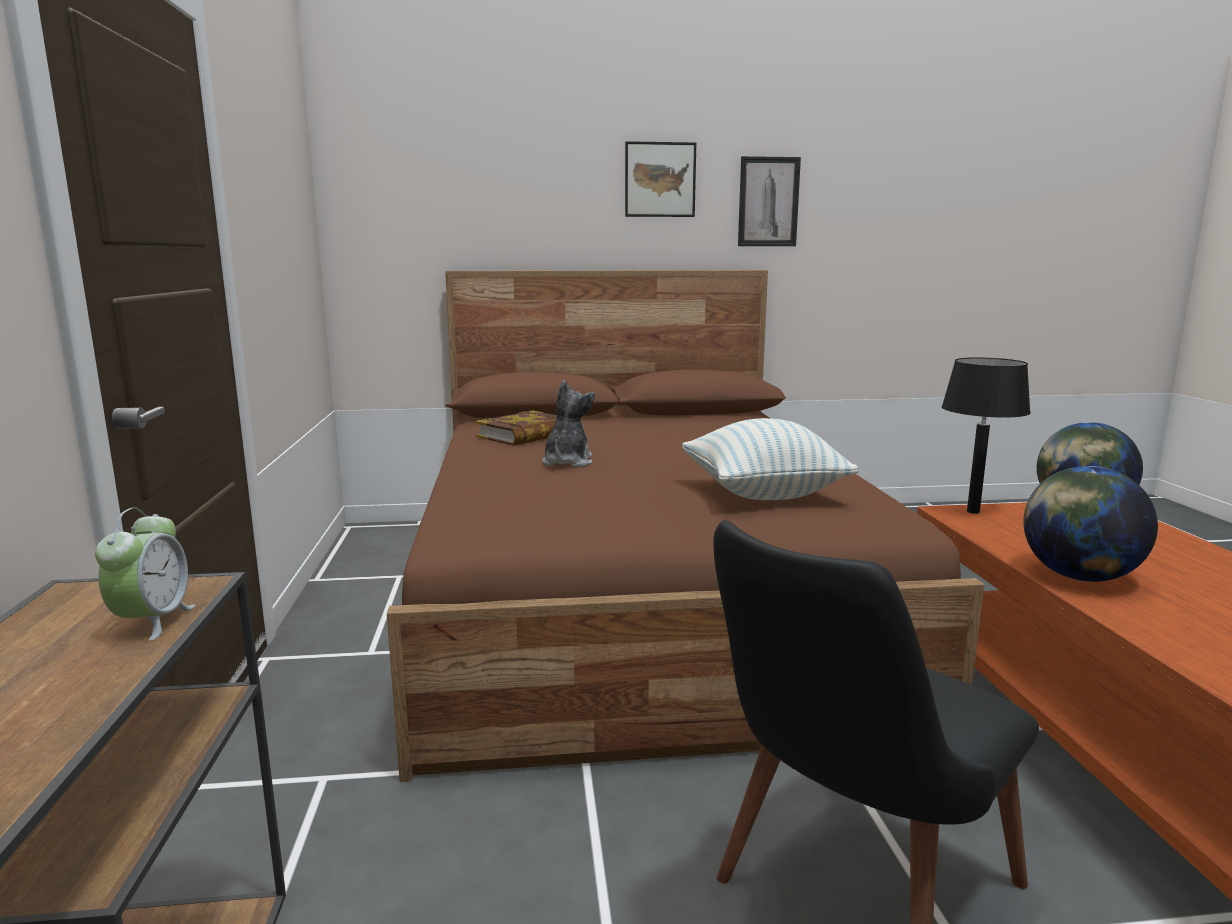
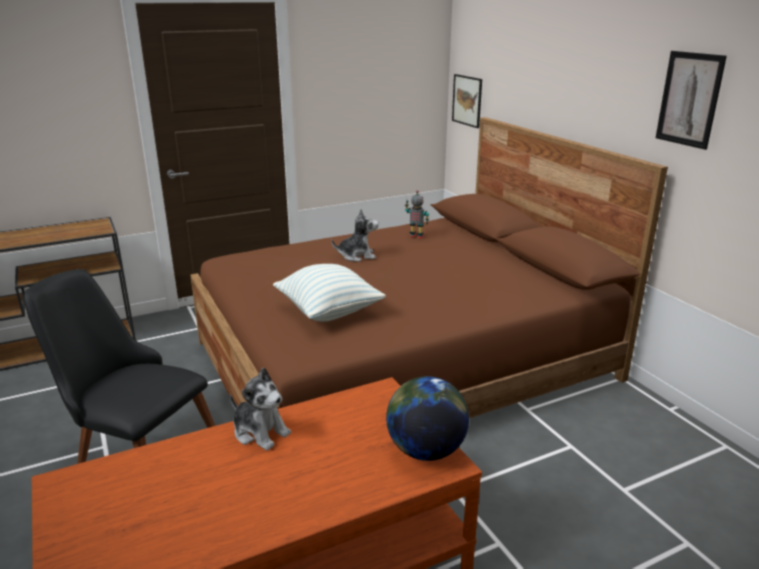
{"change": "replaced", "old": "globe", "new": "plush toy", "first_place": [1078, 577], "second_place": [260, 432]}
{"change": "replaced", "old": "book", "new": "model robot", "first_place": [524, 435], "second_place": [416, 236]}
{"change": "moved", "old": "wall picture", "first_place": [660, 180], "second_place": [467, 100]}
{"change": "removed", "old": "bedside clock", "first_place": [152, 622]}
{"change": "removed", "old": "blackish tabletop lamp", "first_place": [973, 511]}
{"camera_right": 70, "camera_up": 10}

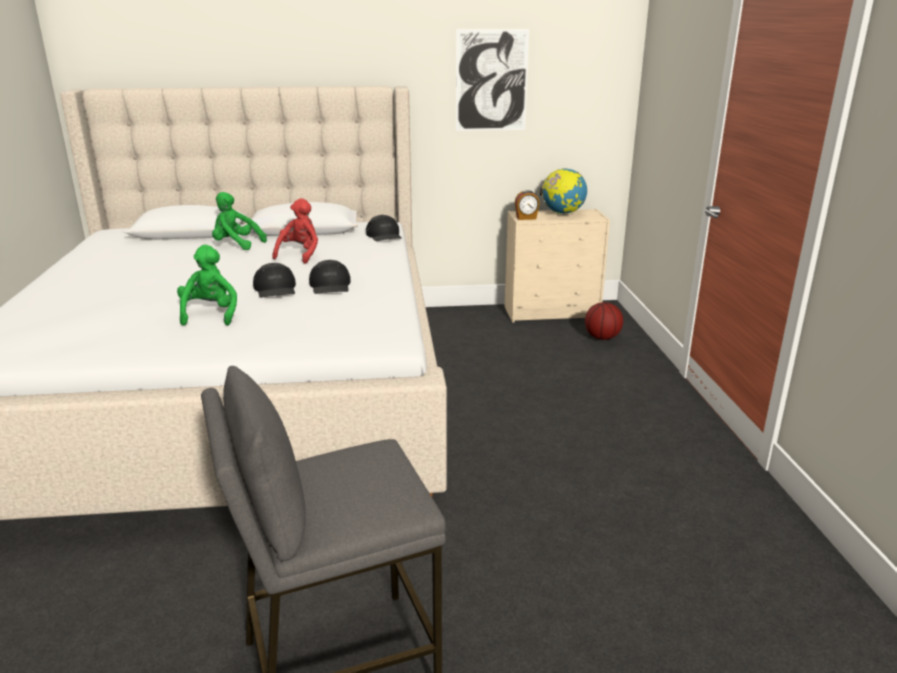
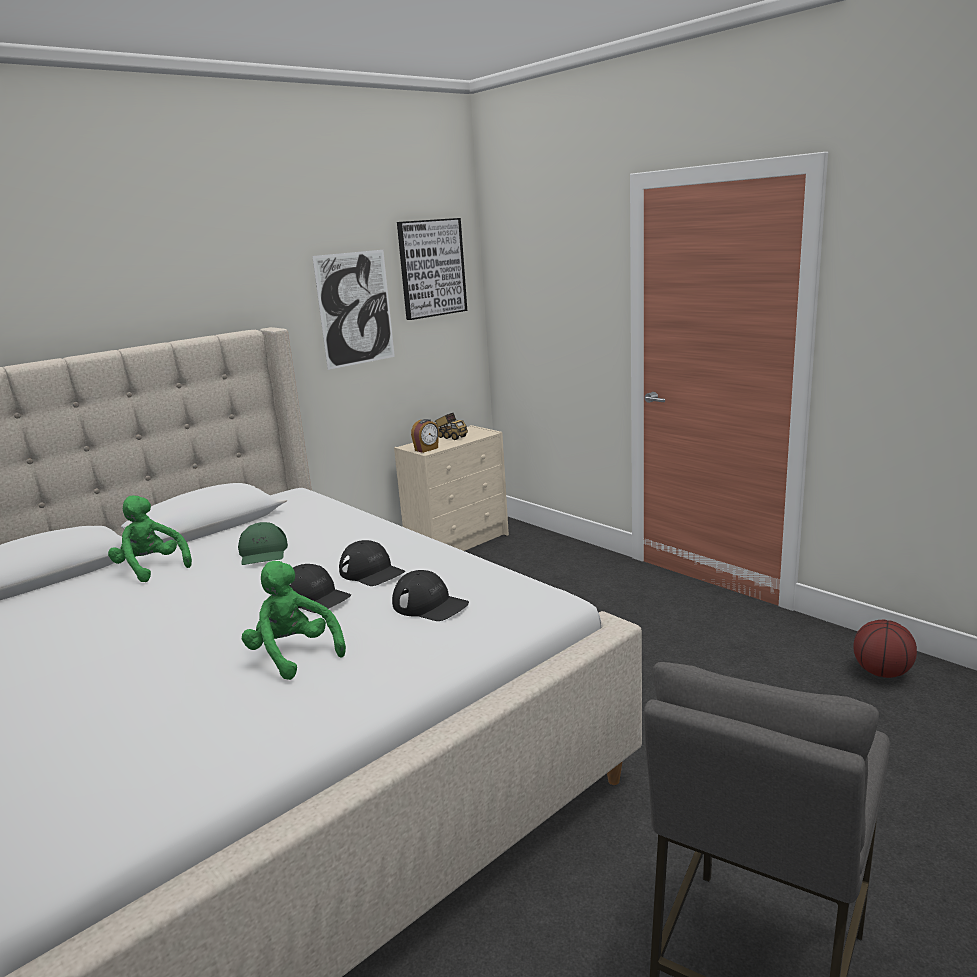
{"change": "turned", "old": "green-coloured plush toy", "first_place": [236, 245], "second_place": [151, 568], "degrees": 60}
{"change": "replaced", "old": "red plush toy", "new": "green-coloured peaked cap", "first_place": [300, 255], "second_place": [263, 553]}
{"change": "moved", "old": "blackish peaked cap", "first_place": [384, 235], "second_place": [430, 605]}
{"change": "added", "new": "wall picture", "second_place": [431, 268]}
{"change": "replaced", "old": "globe", "new": "toy lorry", "first_place": [562, 214], "second_place": [451, 437]}
{"change": "moved", "old": "basketball ball", "first_place": [602, 338], "second_place": [882, 672]}
{"camera_right": -35, "camera_up": -5}

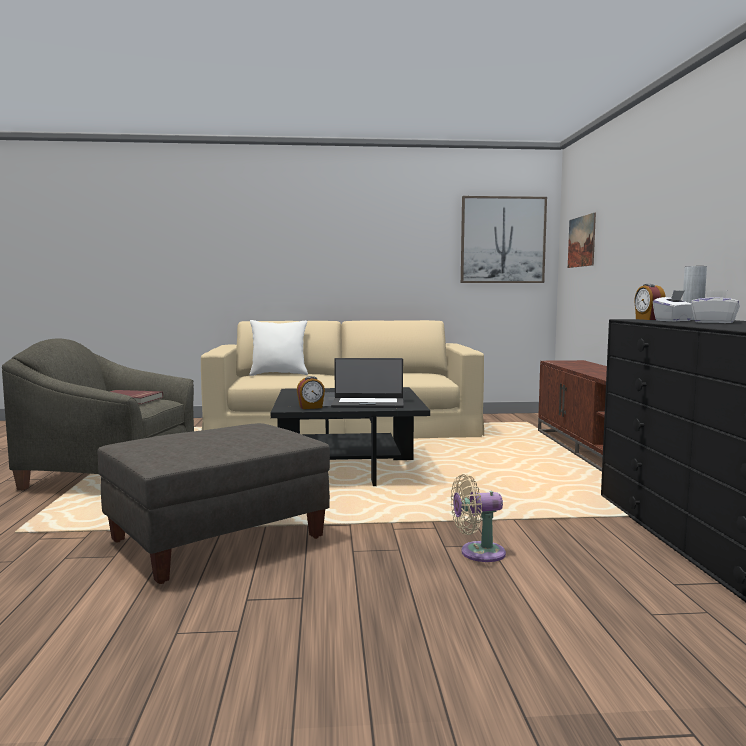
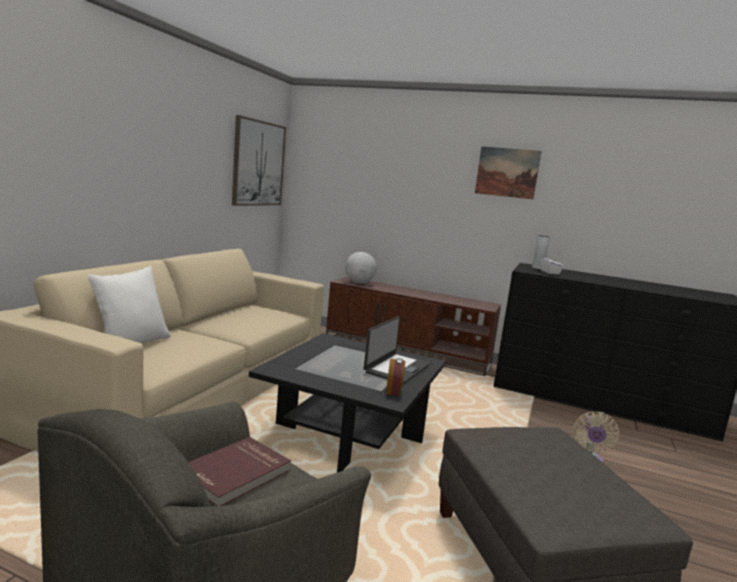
{"change": "added", "new": "globe", "second_place": [359, 283]}
{"change": "moved", "old": "wall picture", "first_place": [581, 241], "second_place": [507, 172]}
{"change": "removed", "old": "bedside clock", "first_place": [648, 319]}
{"change": "removed", "old": "whitish tissue box", "first_place": [714, 322]}
{"camera_right": -65, "camera_up": 5}

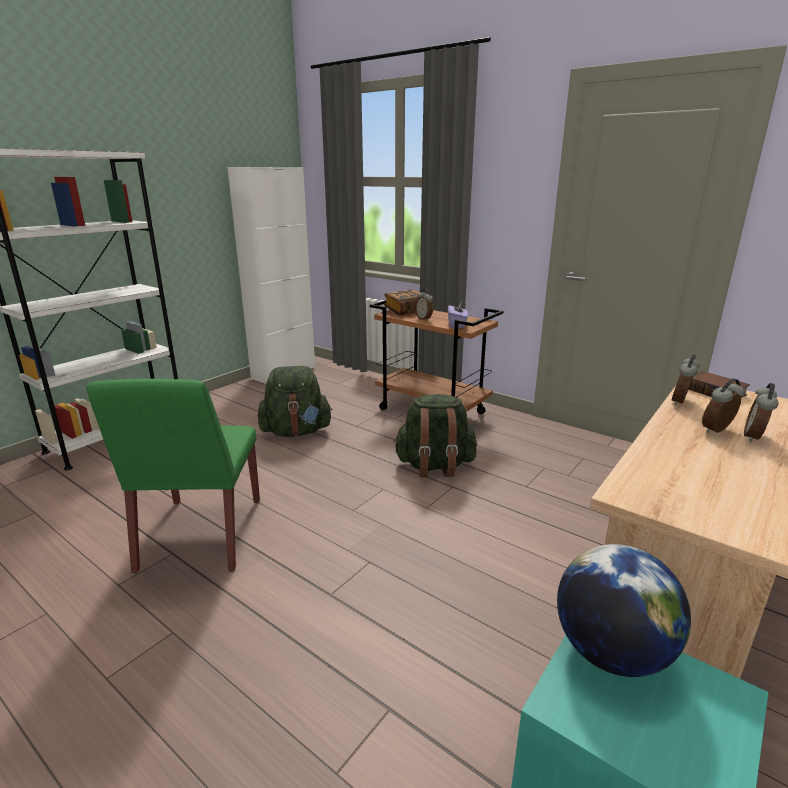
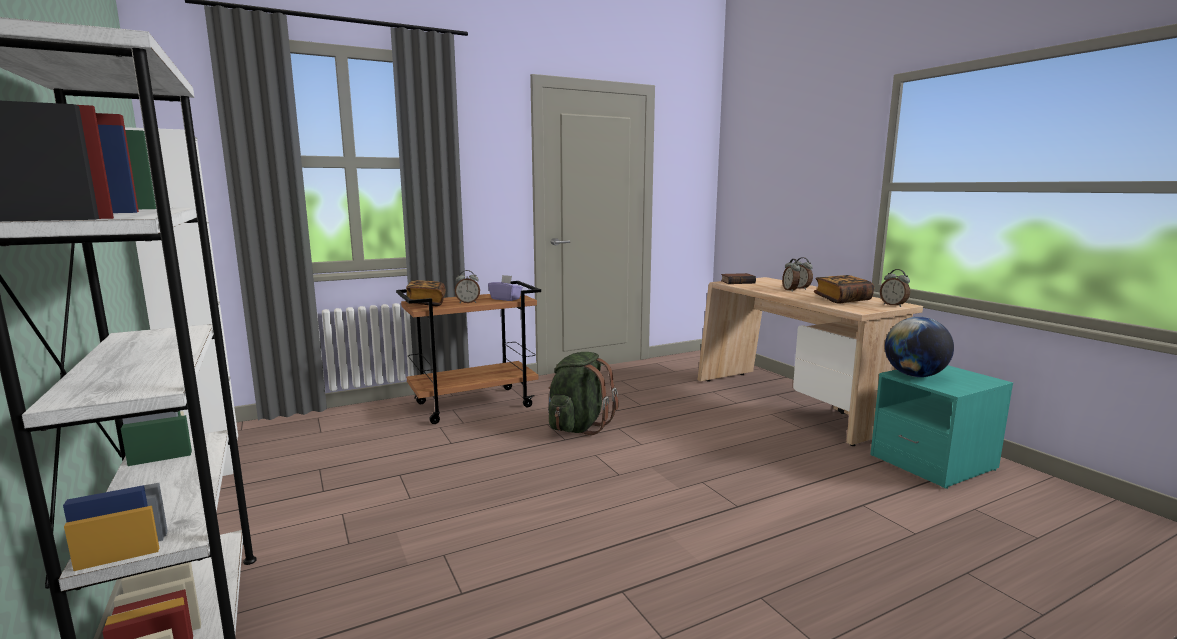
{"change": "added", "new": "book", "second_place": [842, 300]}
{"change": "moved", "old": "bedside clock", "first_place": [681, 402], "second_place": [893, 305]}
{"change": "removed", "old": "green-coloured plain chair", "first_place": [201, 535]}
{"change": "removed", "old": "green-coloured backpack", "first_place": [296, 432]}
{"camera_right": -65, "camera_up": -10}

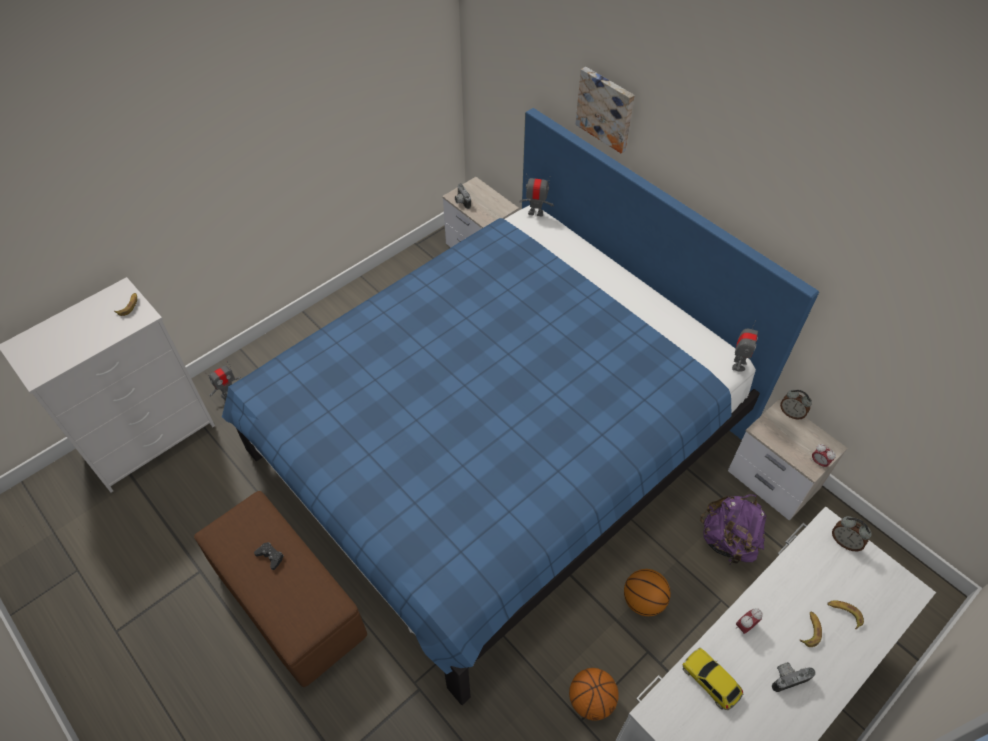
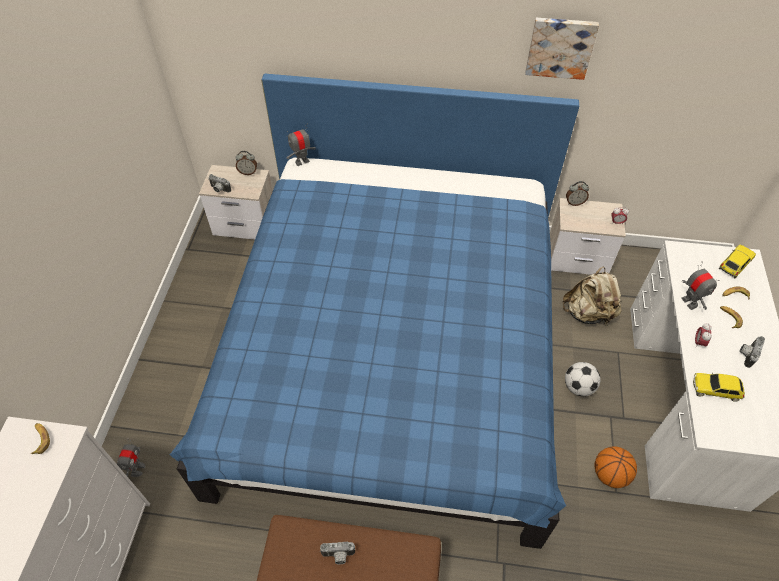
{"change": "moved", "old": "bedside clock", "first_place": [844, 542], "second_place": [248, 172]}
{"change": "replaced", "old": "blackish game controller", "new": "photo camera", "first_place": [270, 556], "second_place": [338, 556]}
{"change": "moved", "old": "wall picture", "first_place": [606, 108], "second_place": [560, 47]}
{"change": "recoloured", "old": "purple-coloured backpack", "new": "beige backpack", "first_place": [728, 541], "second_place": [588, 313]}
{"change": "replaced", "old": "basketball ball", "new": "football ball", "first_place": [643, 600], "second_place": [578, 387]}
{"change": "moved", "old": "model robot", "first_place": [738, 364], "second_place": [689, 302]}
{"change": "added", "new": "model car", "second_place": [734, 265]}
{"camera_right": -40, "camera_up": 0}

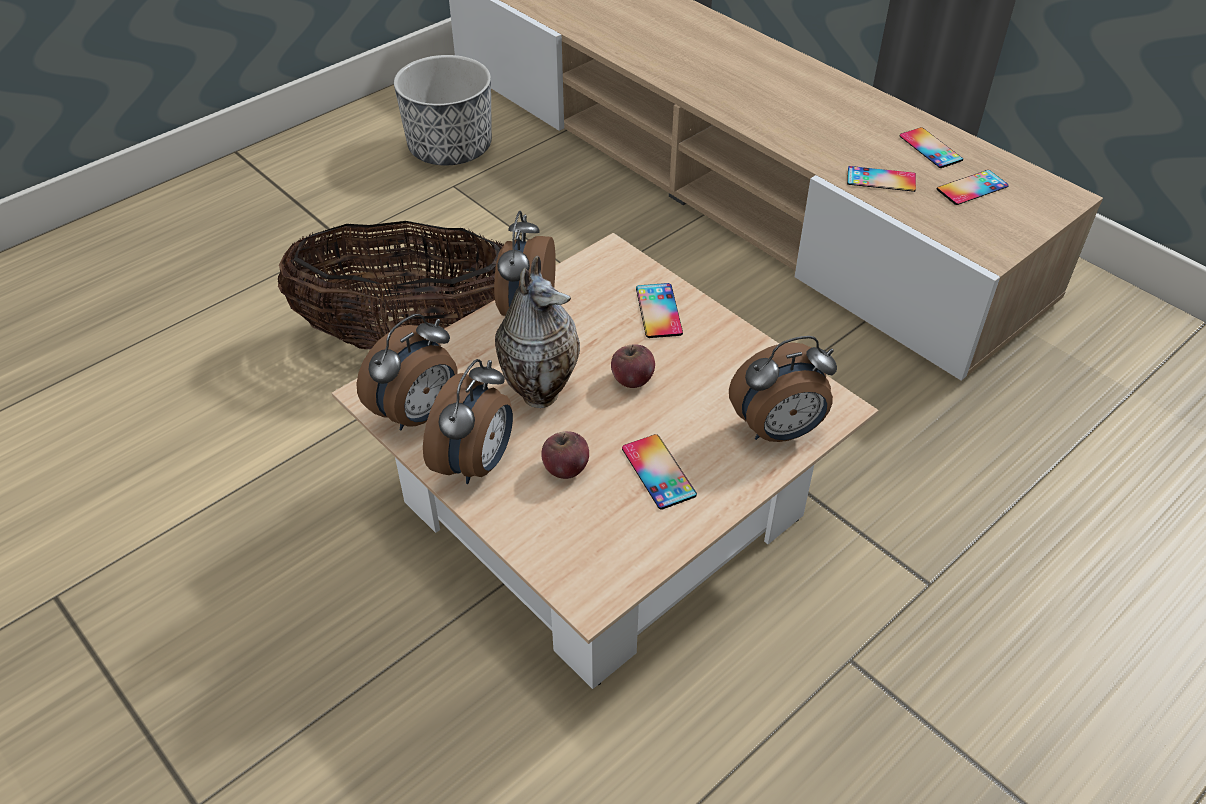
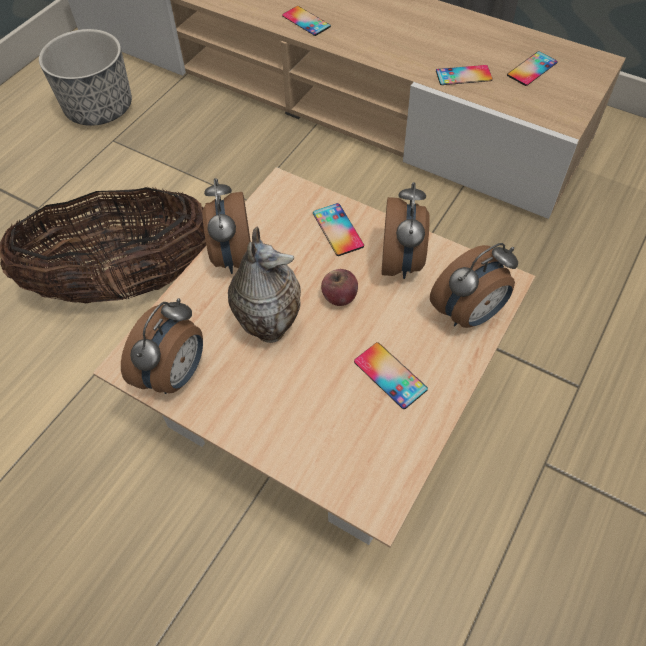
{"change": "moved", "old": "phone", "first_place": [930, 148], "second_place": [306, 21]}
{"change": "moved", "old": "bedside clock", "first_place": [476, 463], "second_place": [402, 262]}
{"change": "removed", "old": "apple", "first_place": [565, 468]}
{"camera_right": -15, "camera_up": 10}

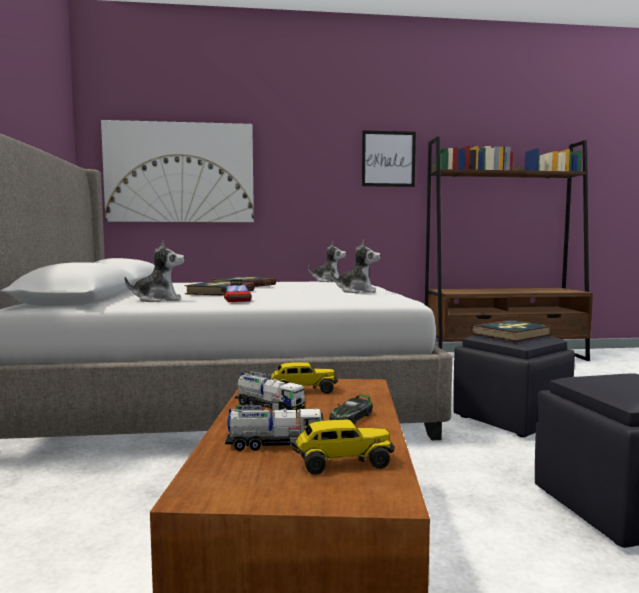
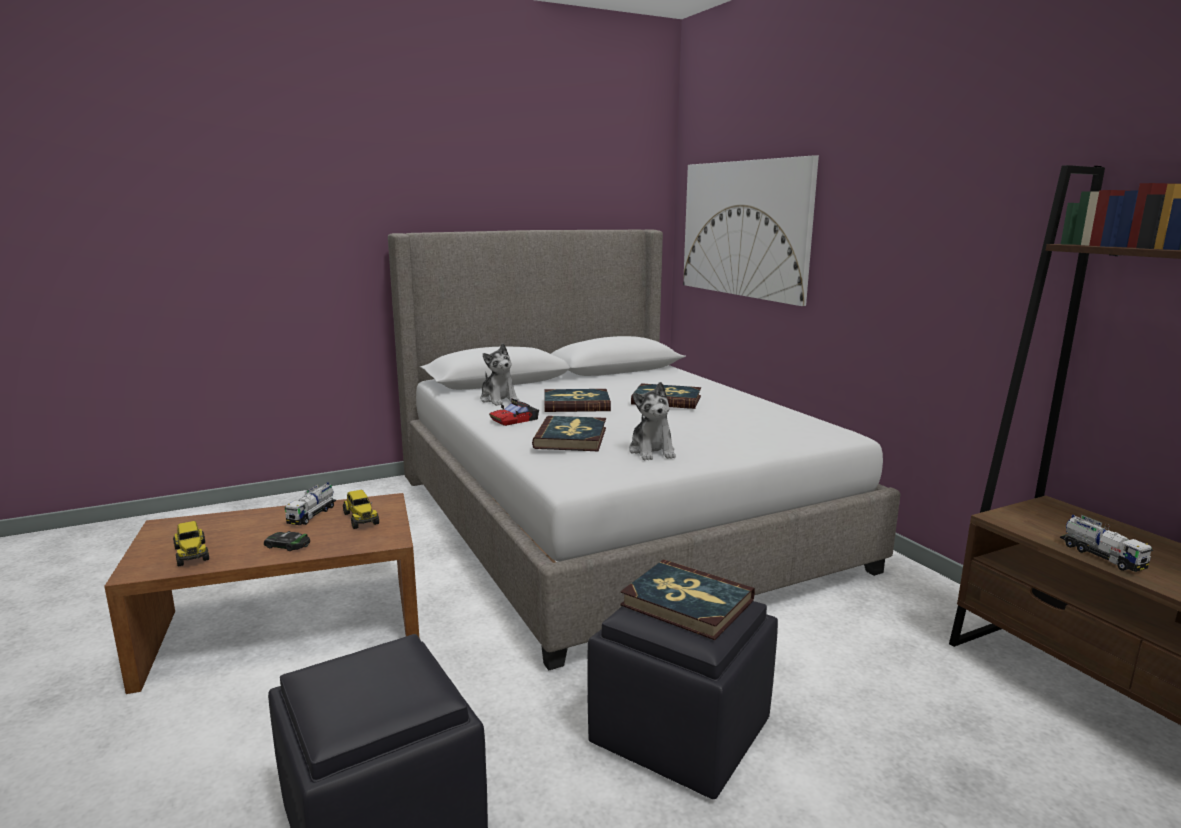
{"change": "added", "new": "book", "second_place": [571, 438]}
{"change": "moved", "old": "toy lorry", "first_place": [274, 445], "second_place": [1101, 556]}
{"change": "removed", "old": "plush toy", "first_place": [328, 281]}
{"change": "removed", "old": "wall picture", "first_place": [388, 159]}
{"camera_right": 70, "camera_up": 10}

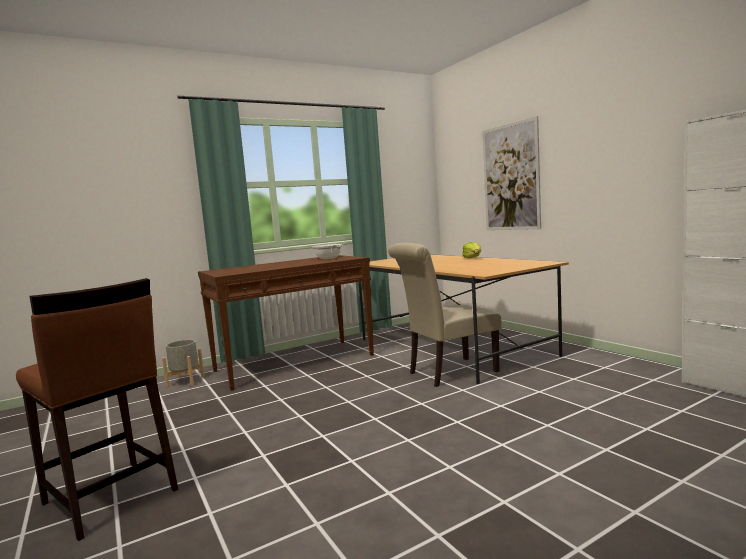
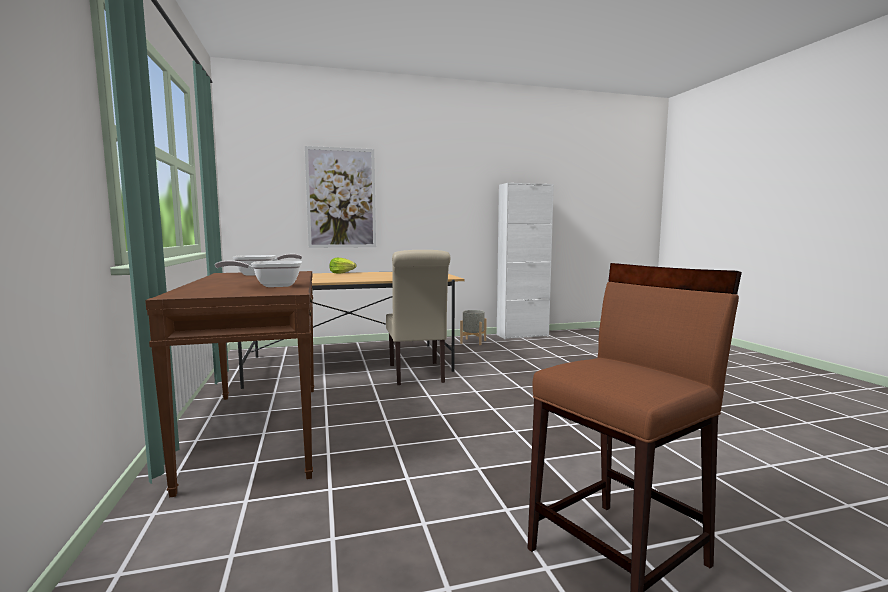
{"change": "added", "new": "pan", "second_place": [271, 286]}
{"change": "moved", "old": "gray plant pot", "first_place": [185, 381], "second_place": [473, 342]}
{"camera_right": -75, "camera_up": 0}

